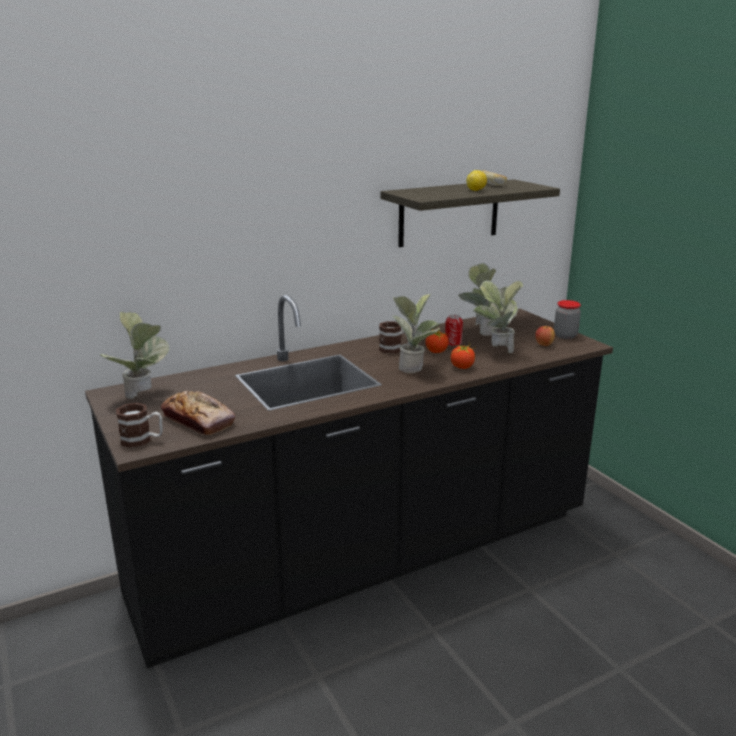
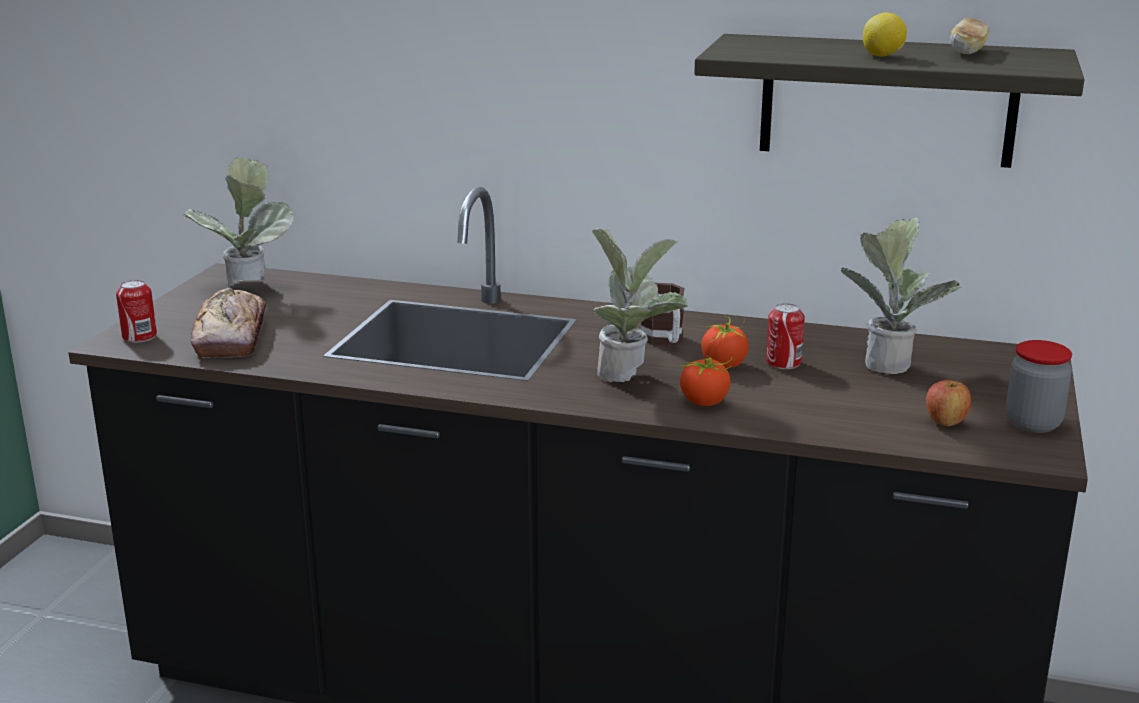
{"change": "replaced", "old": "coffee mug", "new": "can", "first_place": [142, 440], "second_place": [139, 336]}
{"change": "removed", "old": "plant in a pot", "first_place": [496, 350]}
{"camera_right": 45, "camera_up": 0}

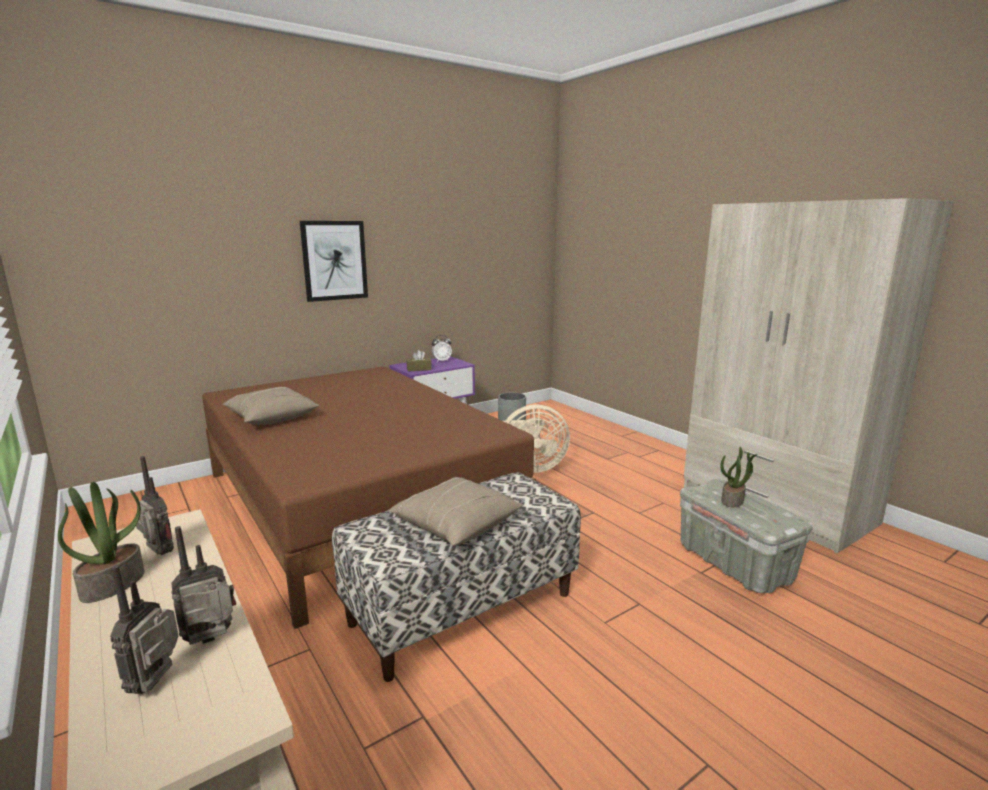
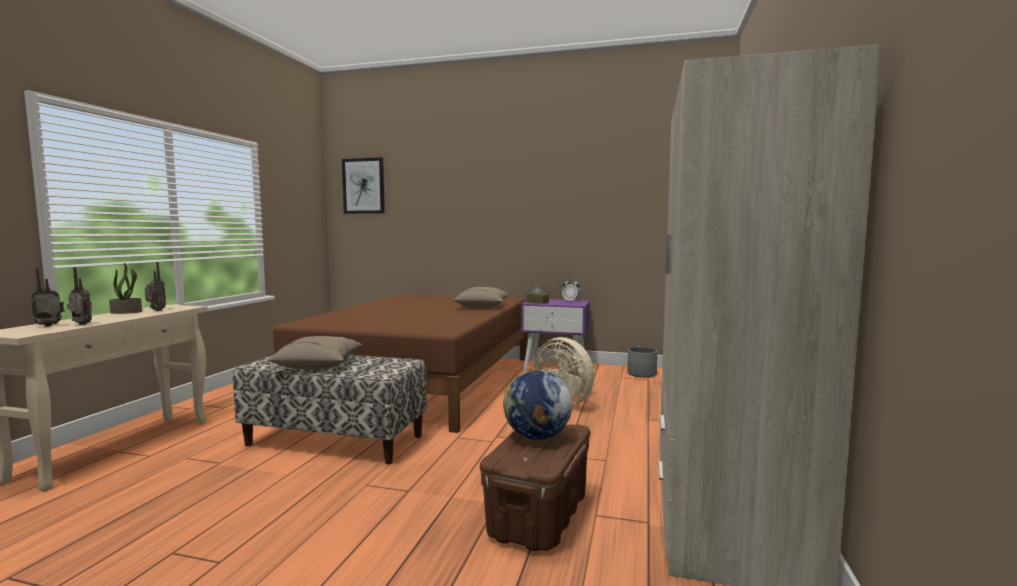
{"change": "moved", "old": "wall picture", "first_place": [334, 260], "second_place": [363, 186]}
{"change": "moved", "old": "beige cushion", "first_place": [271, 418], "second_place": [482, 306]}
{"change": "recoloured", "old": "gray storage container", "new": "brown-coloured storage container", "first_place": [735, 563], "second_place": [539, 517]}
{"change": "replaced", "old": "plant in a pot", "new": "globe", "first_place": [733, 501], "second_place": [537, 437]}
{"camera_right": 50, "camera_up": -10}

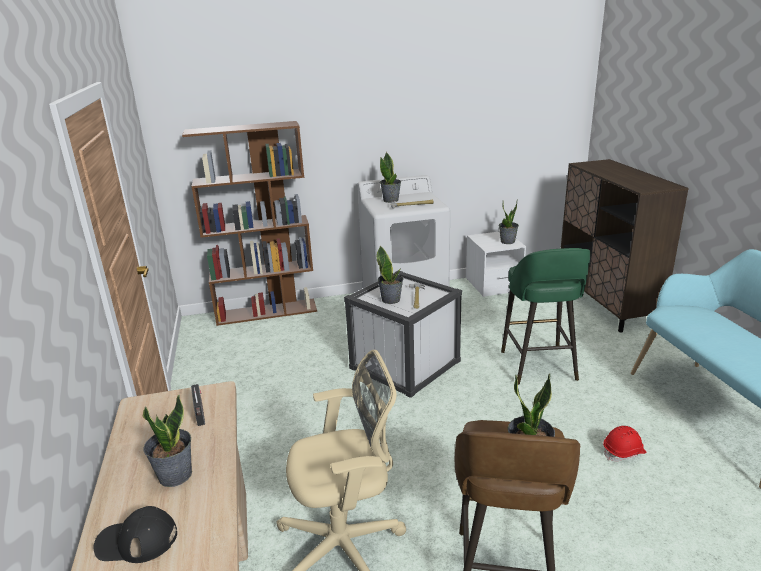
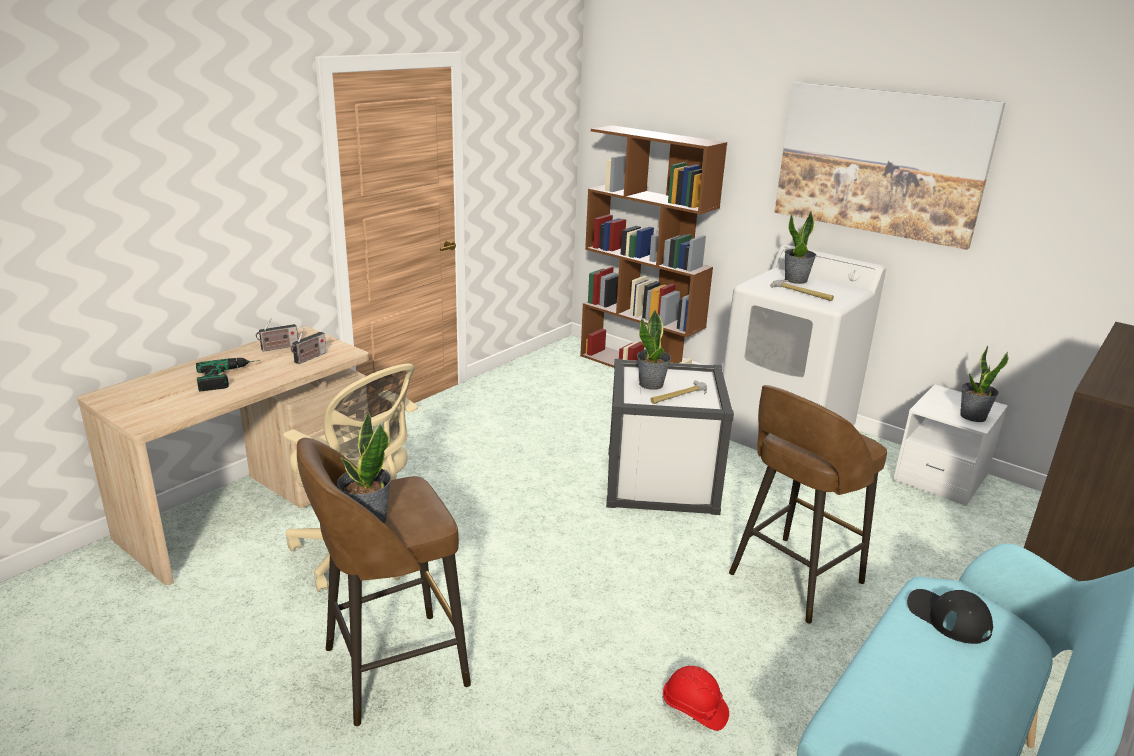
{"change": "replaced", "old": "plant in a pot", "new": "electric drill", "first_place": [175, 475], "second_place": [230, 377]}
{"change": "added", "new": "radio", "second_place": [278, 348]}
{"change": "recoloured", "old": "green-coloured stool seat", "new": "brown-coloured stool seat", "first_place": [538, 367], "second_place": [792, 579]}
{"change": "added", "new": "wall picture", "second_place": [880, 162]}
{"change": "moved", "old": "blackish peaked cap", "first_place": [136, 540], "second_place": [948, 617]}
{"camera_right": 50, "camera_up": 0}

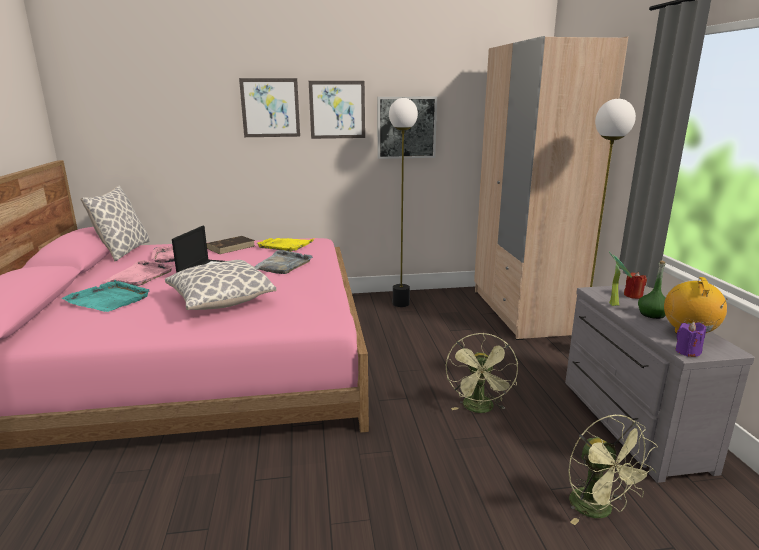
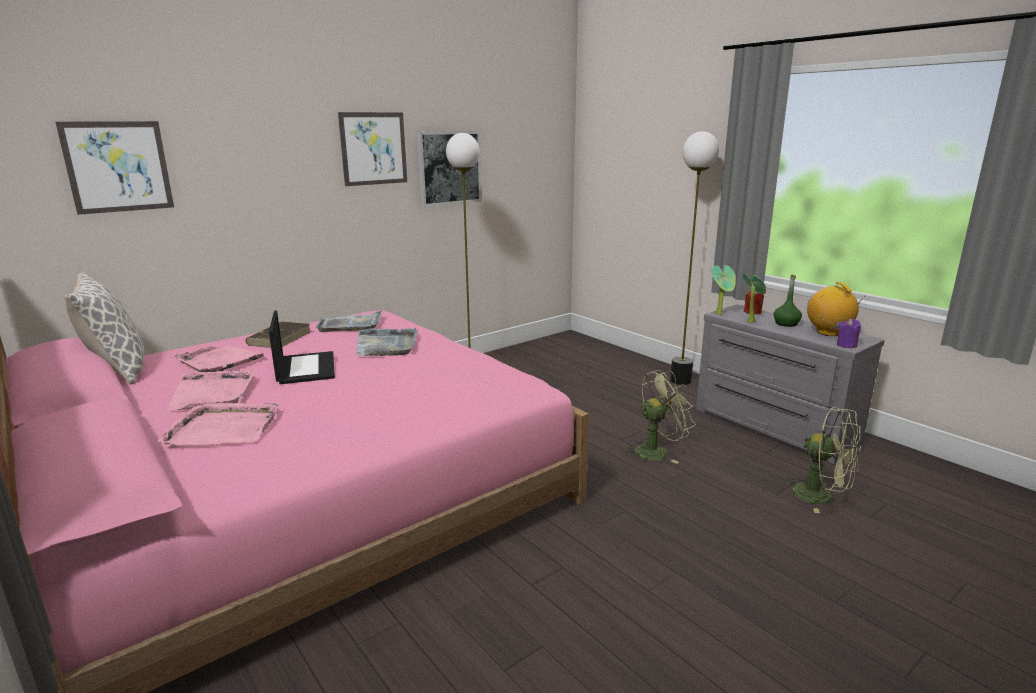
{"change": "moved", "old": "wall picture", "first_place": [270, 108], "second_place": [118, 167]}
{"change": "recoloured", "old": "blue-green serving tray", "new": "pink serving tray", "first_place": [109, 299], "second_place": [223, 428]}
{"change": "recoloured", "old": "yellow serving tray", "new": "gray serving tray", "first_place": [286, 245], "second_place": [351, 325]}
{"change": "turned", "old": "green-coloured electric fan", "first_place": [480, 409], "second_place": [656, 451], "degrees": -90}
{"change": "added", "new": "plant in a pot", "second_place": [720, 314]}
{"change": "removed", "old": "cushion", "first_place": [221, 301]}
{"change": "removed", "old": "beige wardrobe", "first_place": [524, 312]}
{"camera_right": -30, "camera_up": 0}

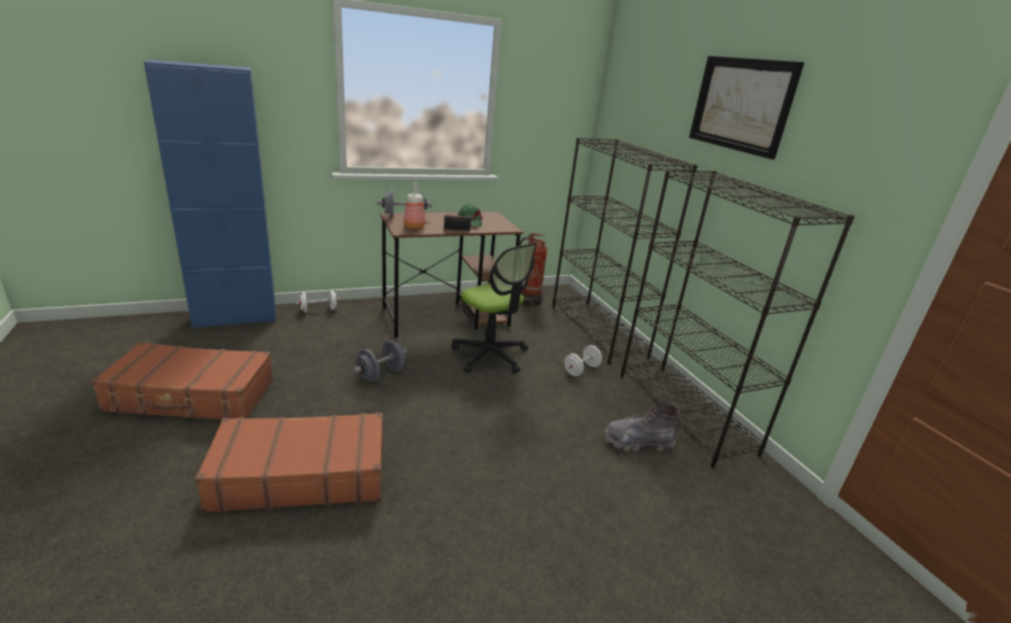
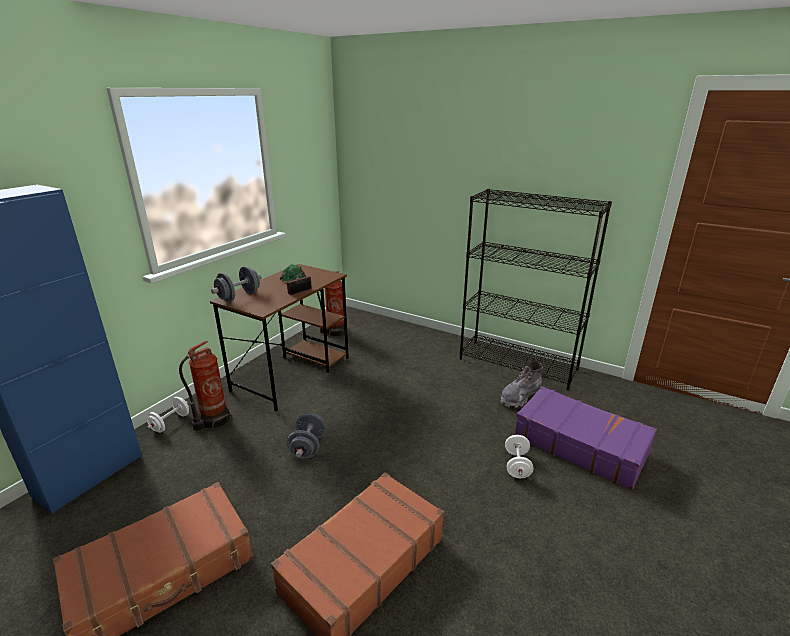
{"change": "added", "new": "fire extinguisher", "second_place": [213, 420]}
{"change": "moved", "old": "whitish free weight", "first_place": [581, 370], "second_place": [517, 465]}
{"change": "added", "new": "purple-coloured suitcase", "second_place": [579, 444]}
{"change": "removed", "old": "drink bottle", "first_place": [413, 226]}
{"change": "removed", "old": "computer chair", "first_place": [490, 355]}
{"change": "removed", "old": "blackish bookshelf", "first_place": [598, 331]}
{"change": "removed", "old": "wall picture", "first_place": [741, 104]}
{"camera_right": -35, "camera_up": 0}

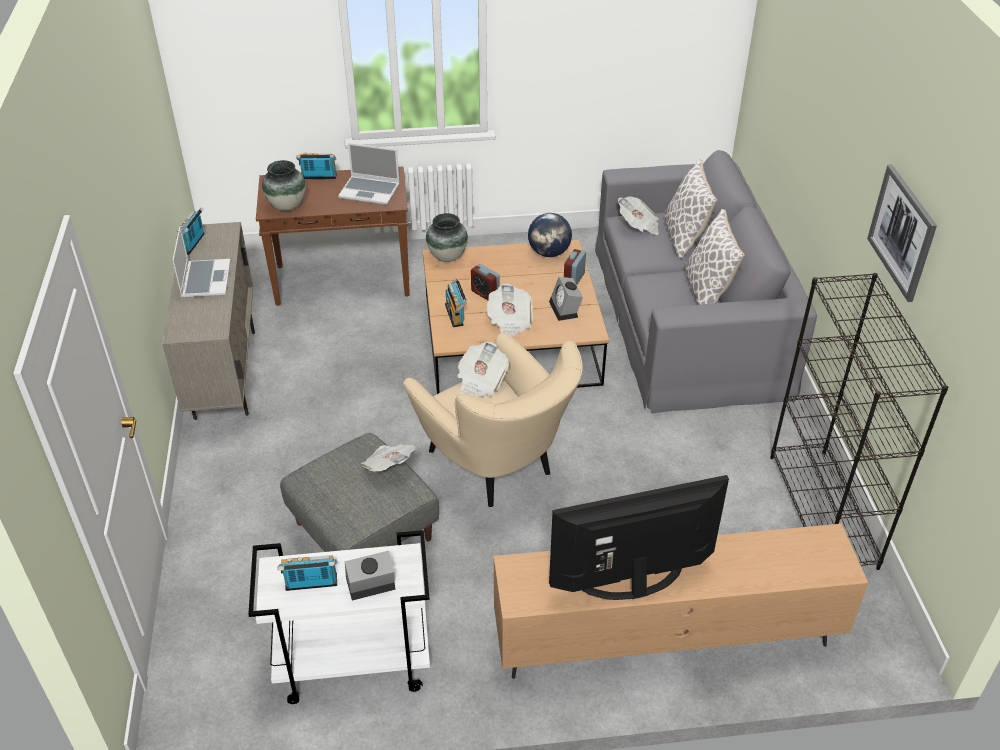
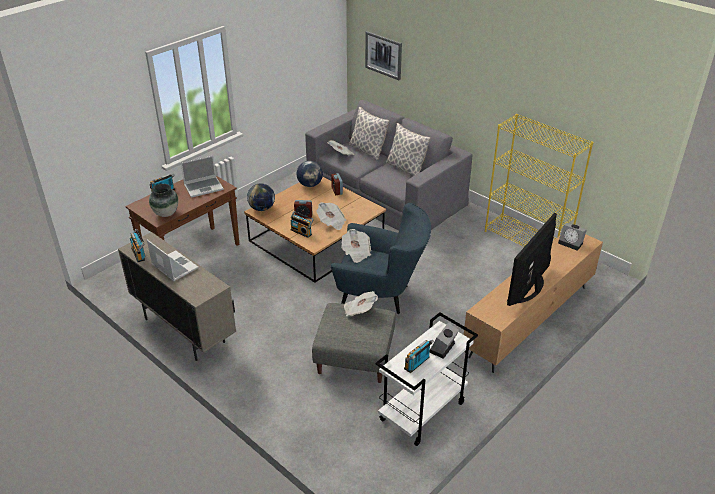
{"change": "replaced", "old": "flower vase", "new": "globe", "first_place": [448, 257], "second_place": [262, 208]}
{"change": "recoloured", "old": "beige armchair", "new": "blue armchair", "first_place": [497, 467], "second_place": [380, 296]}
{"change": "moved", "old": "wall picture", "first_place": [902, 232], "second_place": [383, 55]}
{"change": "recoloured", "old": "blackish bookshelf", "new": "yellow bookshelf", "first_place": [823, 511], "second_place": [527, 241]}
{"change": "moved", "old": "bedside clock", "first_place": [565, 309], "second_place": [571, 243]}
{"camera_right": -40, "camera_up": -5}

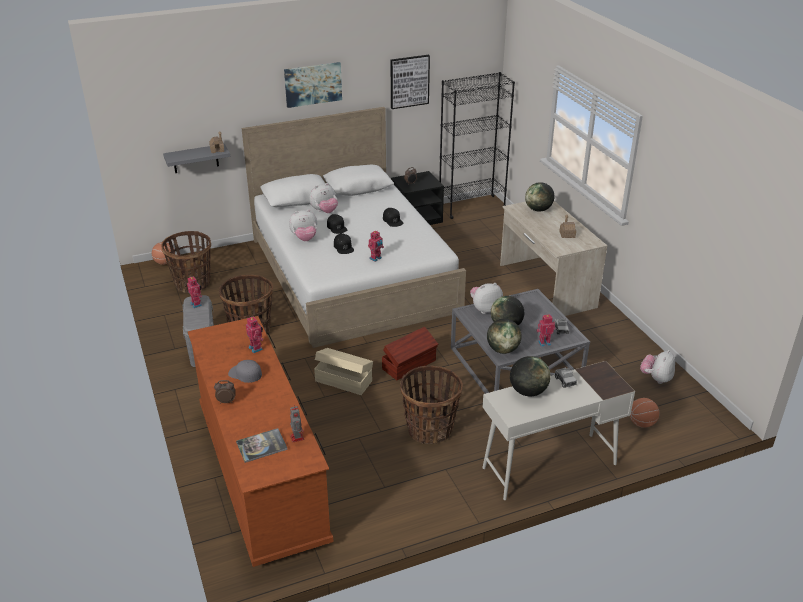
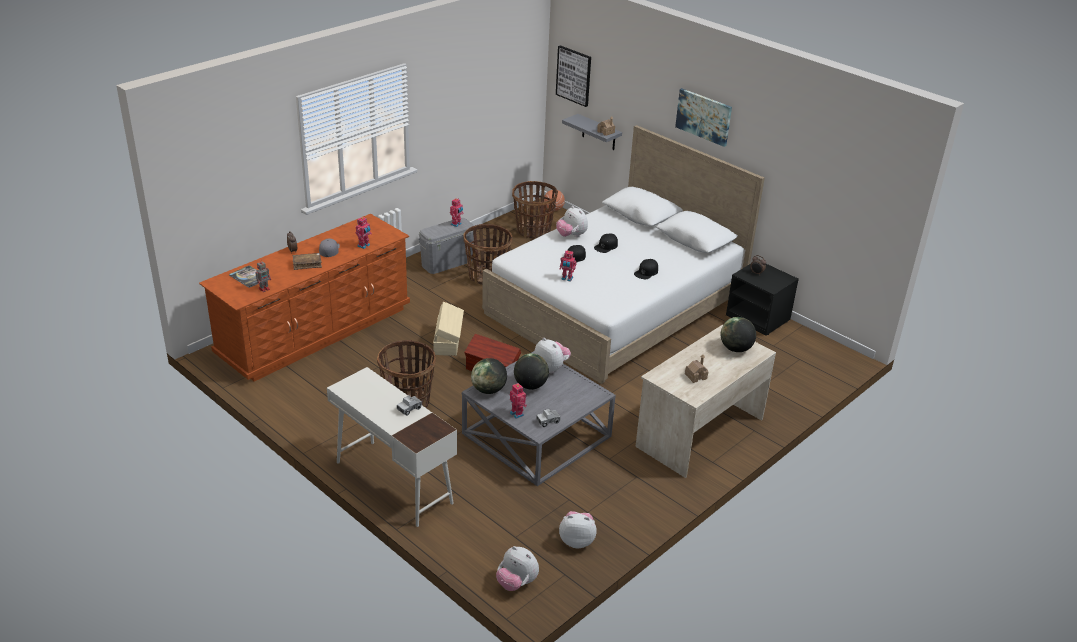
{"change": "added", "new": "brown-coloured book", "second_place": [307, 264]}
{"change": "moved", "old": "plush toy", "first_place": [324, 211], "second_place": [516, 583]}
{"change": "moved", "old": "wall picture", "first_place": [409, 81], "second_place": [574, 75]}
{"change": "removed", "old": "blackish bookshelf", "first_place": [472, 207]}
{"change": "removed", "old": "globe", "first_place": [528, 392]}
{"change": "removed", "old": "basketball ball", "first_place": [642, 423]}
{"camera_right": 65, "camera_up": 0}

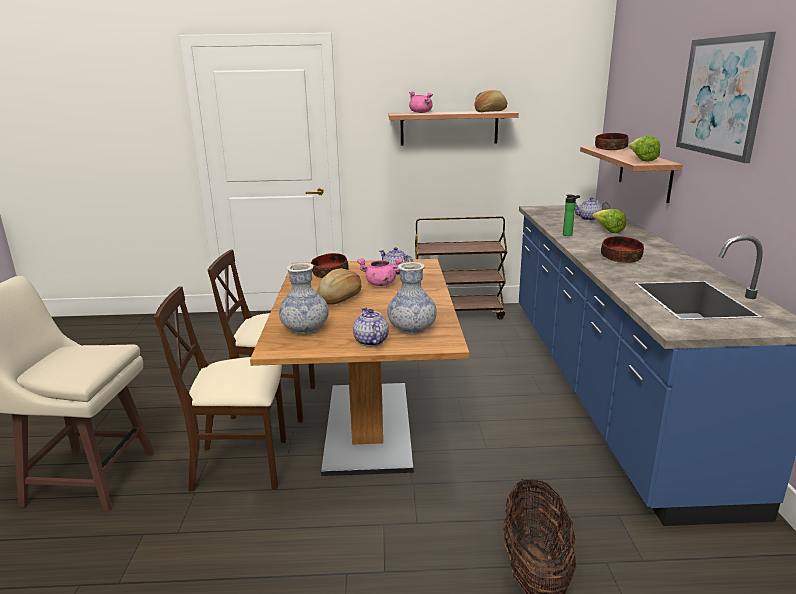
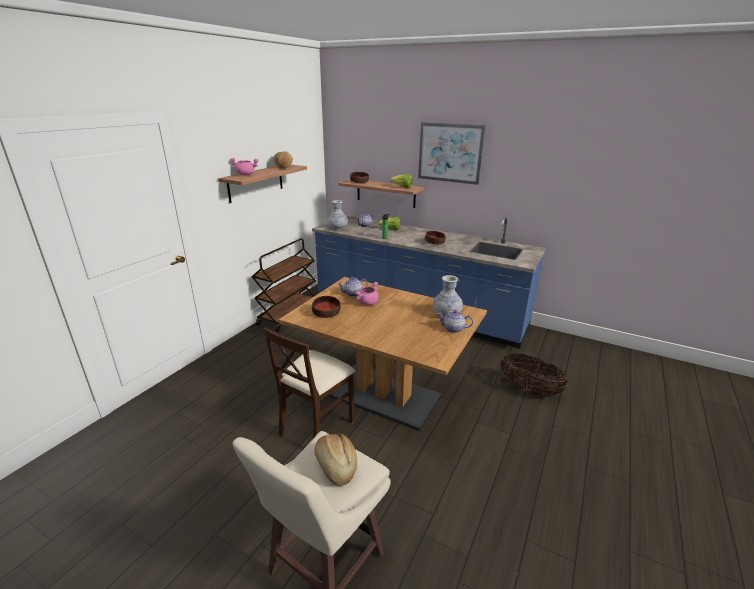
{"change": "moved", "old": "baked bread", "first_place": [340, 298], "second_place": [335, 466]}
{"change": "moved", "old": "flower vase", "first_place": [305, 329], "second_place": [337, 228]}
{"change": "removed", "old": "beige plain chair", "first_place": [242, 465]}
{"camera_right": -60, "camera_up": 5}

